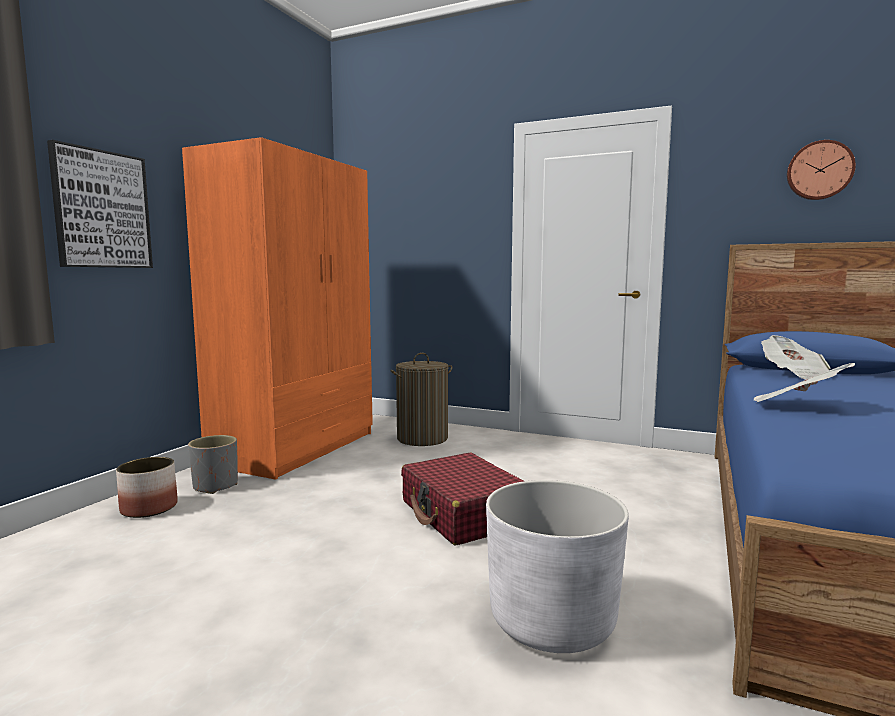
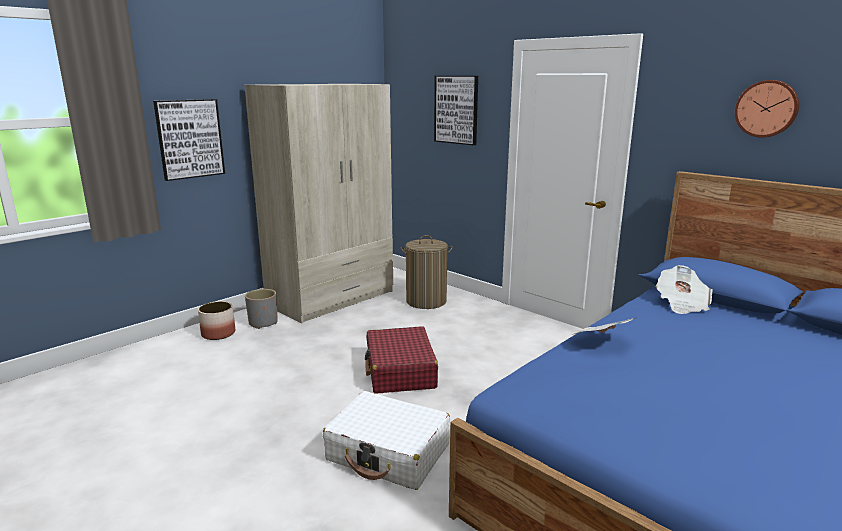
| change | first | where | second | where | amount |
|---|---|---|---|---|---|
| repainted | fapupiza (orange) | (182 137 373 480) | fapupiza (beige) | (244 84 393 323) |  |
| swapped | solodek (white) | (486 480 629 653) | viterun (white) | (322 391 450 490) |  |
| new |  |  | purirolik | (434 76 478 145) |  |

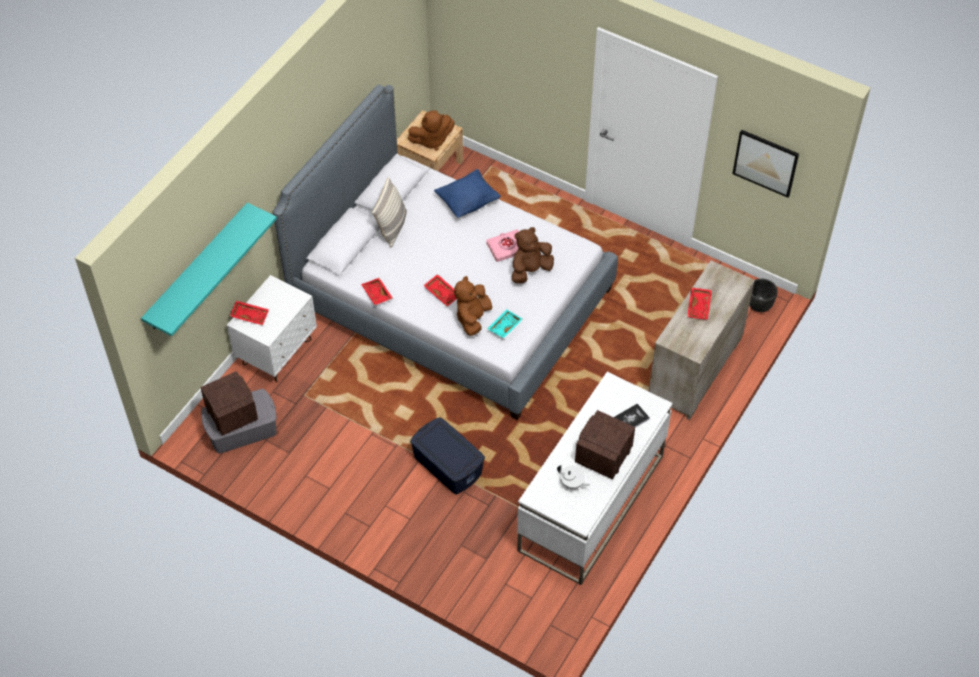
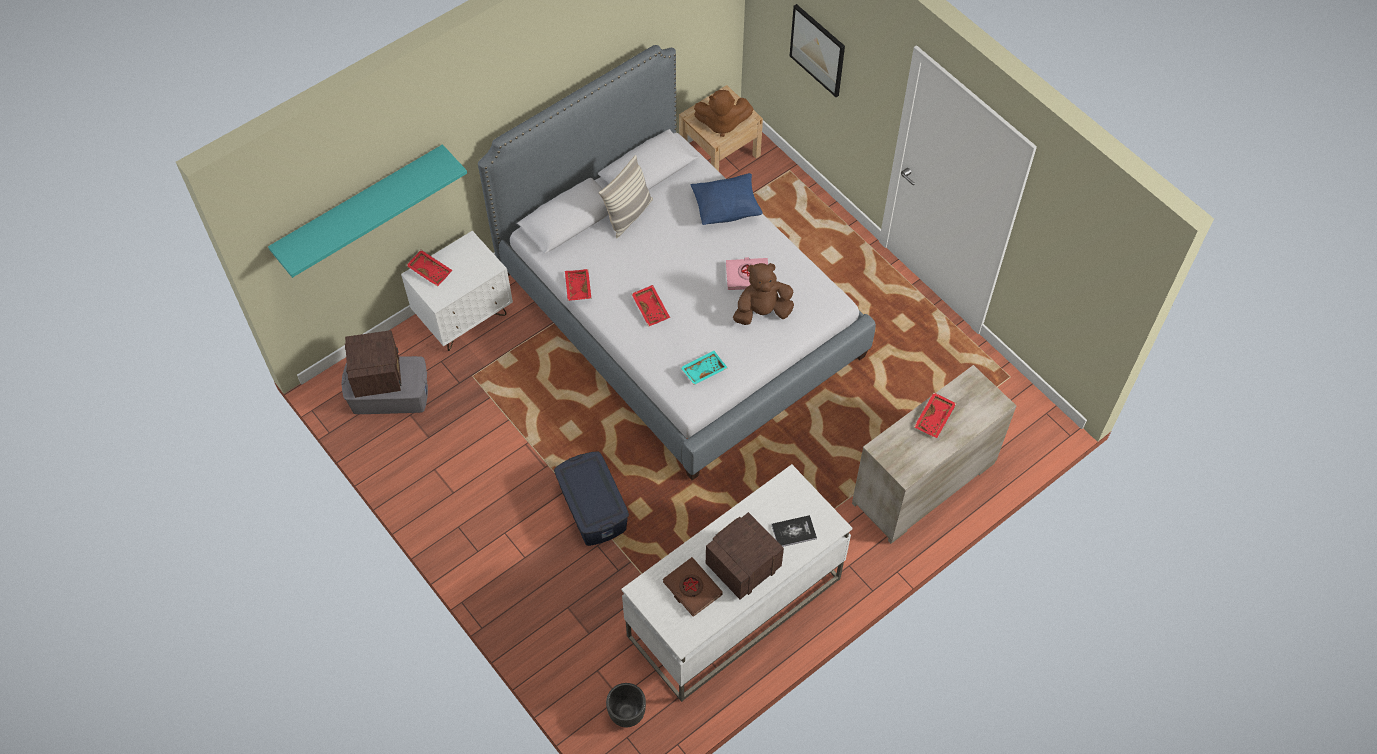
| change | first | where | second | where | amount |
|---|---|---|---|---|---|
| shifted | solodek (black) | (749 279 778 312) |  | (606 683 646 728) |  |
| swapped | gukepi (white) | (557 465 590 489) | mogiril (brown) | (663 557 723 617) |  |
| shifted | purirolik | (732 130 799 198) |  | (790 4 845 97) |  |
| gone | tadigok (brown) | (454 276 492 336) |  |  |  |

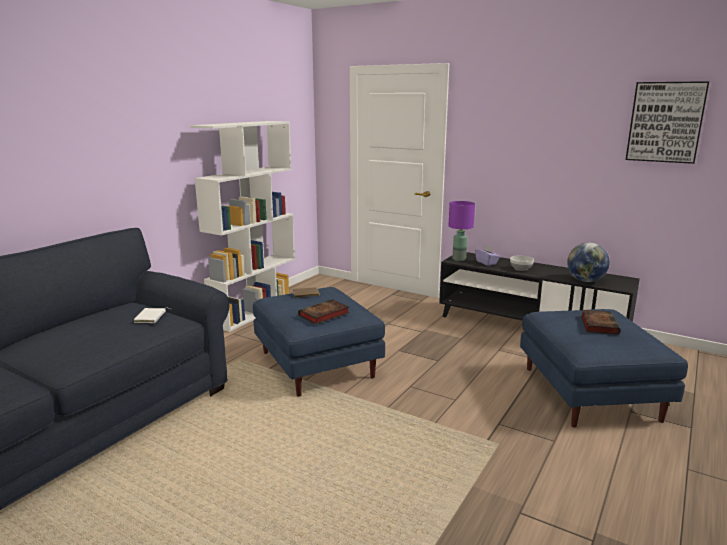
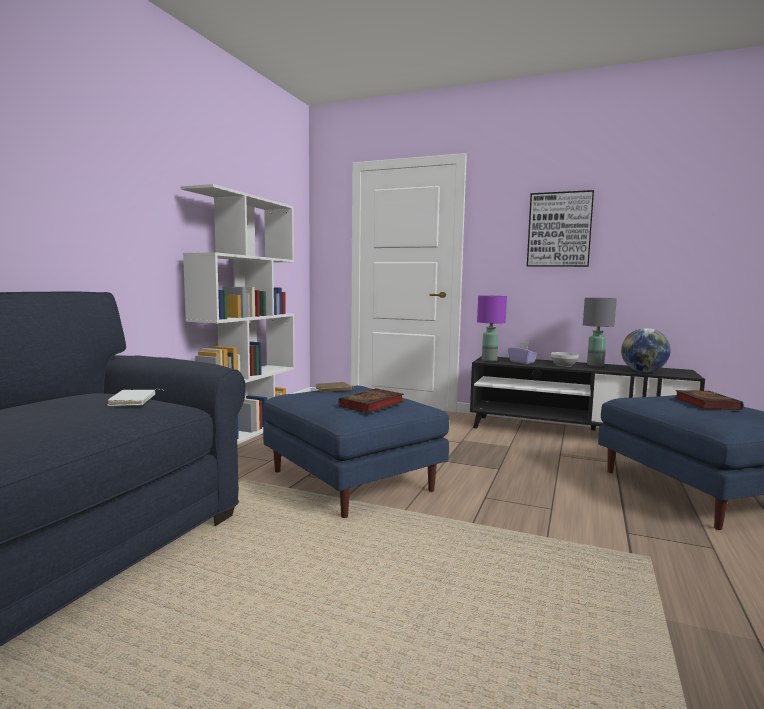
| change | first | where | second | where | amount |
|---|---|---|---|---|---|
| shifted | purirolik | (626 81 709 164) |  | (527 190 594 267) |  |
| new |  |  | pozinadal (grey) | (583 298 617 366) |  |

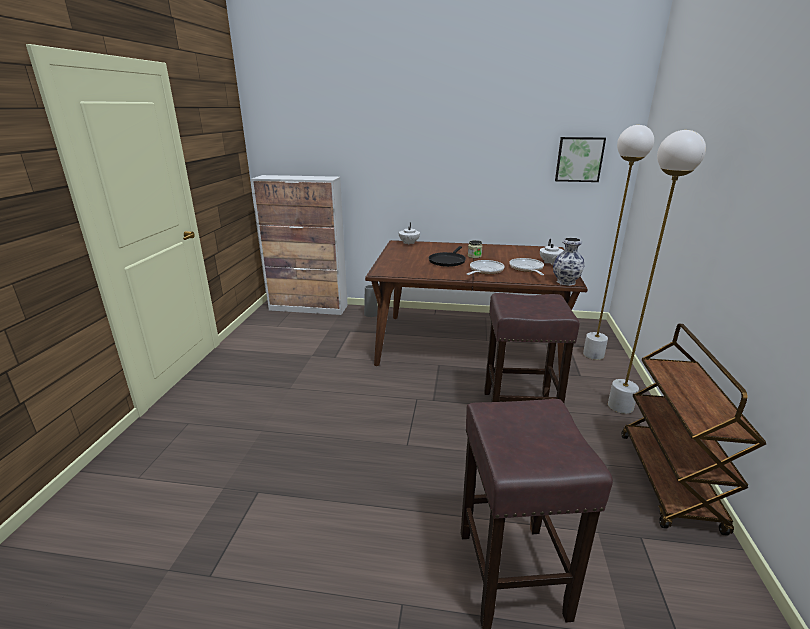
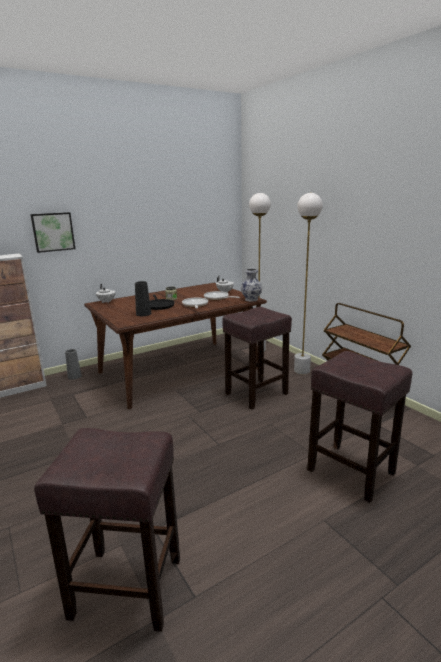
| change | first | where | second | where | amount |
|---|---|---|---|---|---|
| shifted | purirolik | (555 137 606 182) |  | (30 212 75 253) |  |
| new |  |  | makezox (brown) | (34 428 180 632) |  |
| new |  |  | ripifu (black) | (135 281 151 316) |  |

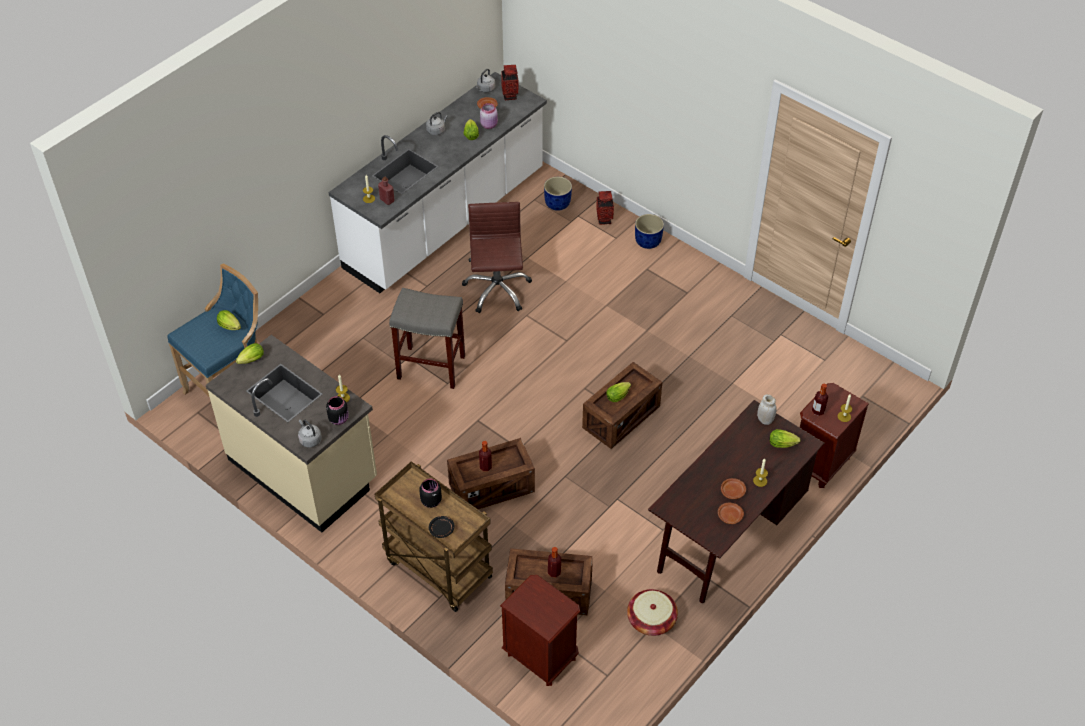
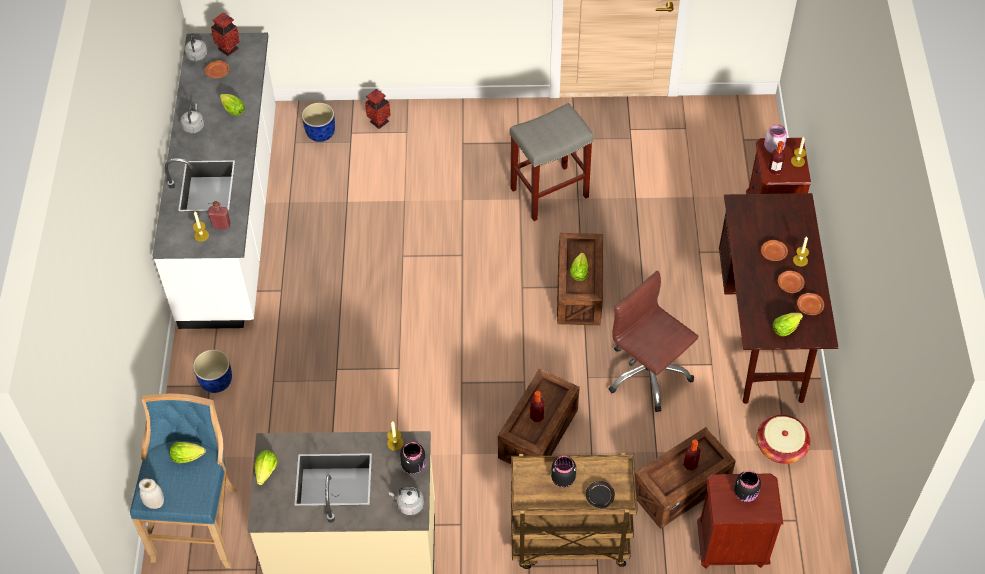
| change | first | where | second | where | amount |
|---|---|---|---|---|---|
| shifted | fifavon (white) | (757 394 777 425) |  | (139 479 164 509) |  |
| shifted | solodek (blue) | (635 214 664 249) |  | (193 349 232 393) |  |
| shifted | makezox (grey) | (389 288 465 389) |  | (509 103 594 221) |  |
| shifted | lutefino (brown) | (462 202 532 313) |  | (609 271 698 412) |  |
| new |  |  | fifavon (black) | (734 471 761 502) |  |
| new |  |  | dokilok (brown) | (761 240 788 261) |  |
| shifted | fifavon (pink) | (480 103 498 129) |  | (764 124 787 153) |  |
| shifted | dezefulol | (770 429 801 448) |  | (773 313 803 336) |  |

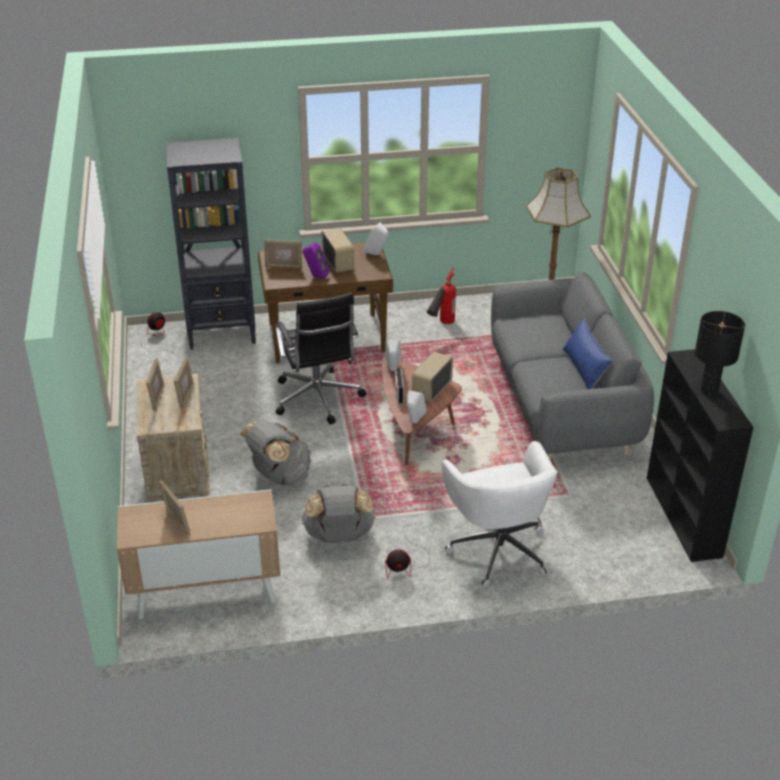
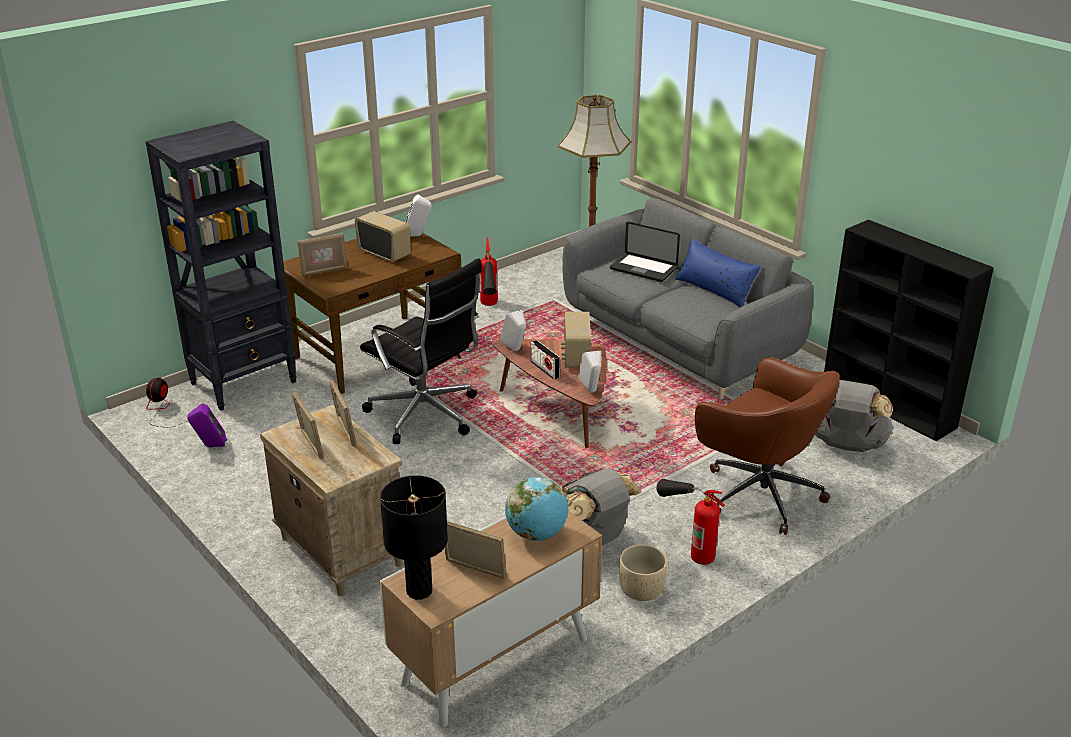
| change | first | where | second | where | amount |
|---|---|---|---|---|---|
| shifted | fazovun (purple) | (303 243 329 279) |  | (187 403 227 447) |  |
| shifted | pozinadal (black) | (695 311 745 396) |  | (380 475 448 600) |  |
| new |  |  | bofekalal | (505 477 568 541) |  |
| new |  |  | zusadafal | (610 222 680 282) |  |
| new |  |  | solodek (beige) | (619 544 667 601) |  |
| swapped | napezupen | (385 534 430 578) | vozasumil | (656 479 725 565) |  |
| repainted | lutefino (white) | (441 441 558 587) | lutefino (brown) | (695 357 840 535) |  |
| shifted | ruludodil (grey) | (240 421 311 485) |  | (815 380 894 452) |  |

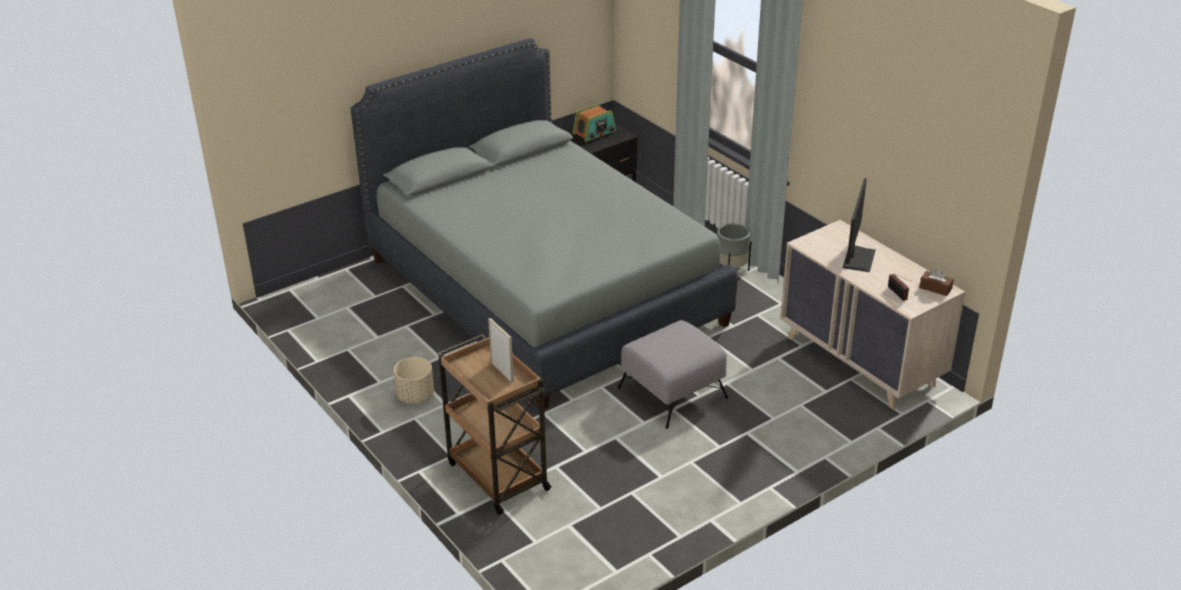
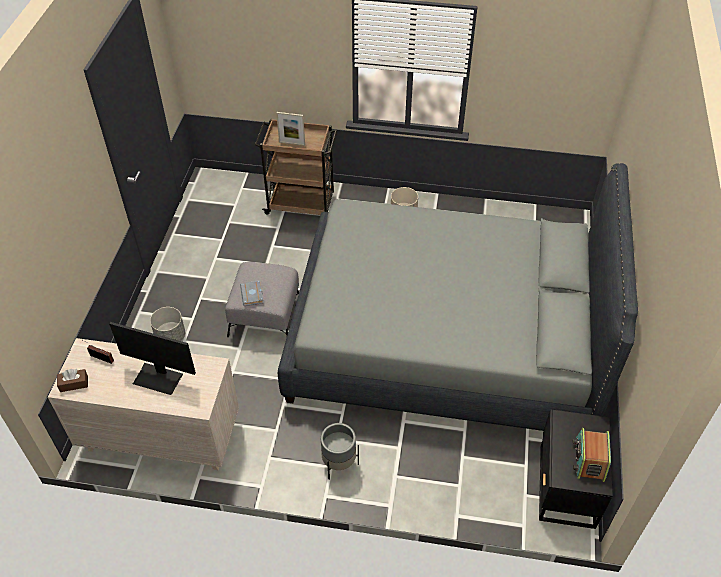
| change | first | where | second | where | amount |
|---|---|---|---|---|---|
| rotated | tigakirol | (843 178 876 272) |  | (109 322 196 395) | 45 degrees counterclockwise |
| new |  |  | solodek (grey) | (150 307 185 341) |  |
| new |  |  | mogiril (grey) | (240 281 264 306) |  |

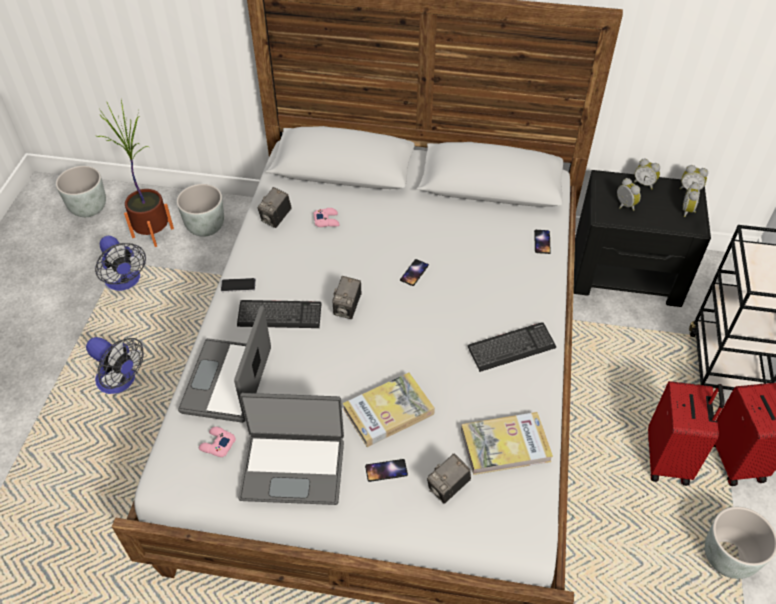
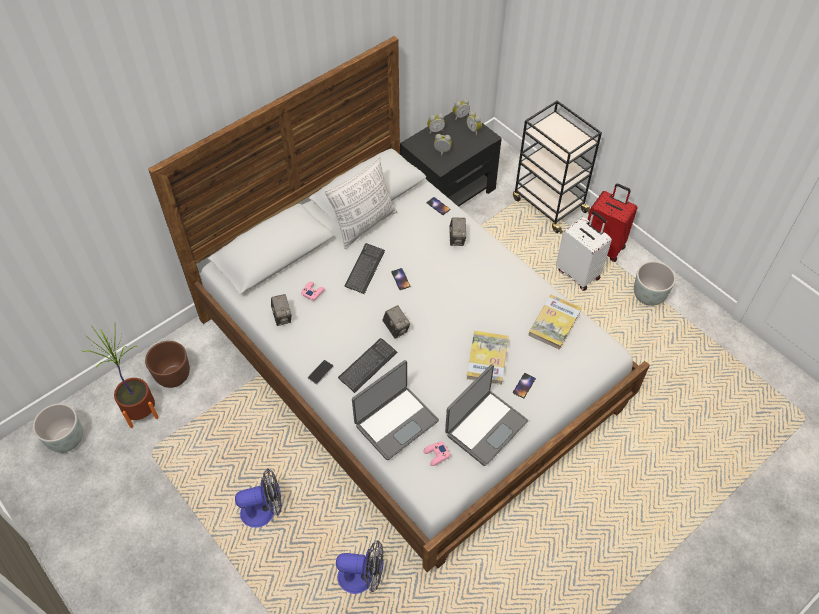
| change | first | where | second | where | amount |
|---|---|---|---|---|---|
| repainted | solodek (grey) | (177 184 224 237) | solodek (brown) | (145 341 190 388) |  |
| new |  |  | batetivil | (325 156 397 249) |  |
| shifted | napezupen | (95 236 146 291) |  | (336 540 384 594) |  |
| shifted | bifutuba | (468 322 556 372) |  | (345 243 385 294) |  |
| rotated | zusadafal | (178 306 271 423) |  | (352 360 439 460) | 90 degrees counterclockwise |
| shifted | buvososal | (427 454 471 504) |  | (449 217 466 246) |  |
| repainted | viterun (red) | (648 381 725 486) | viterun (white) | (556 211 612 291) |  |

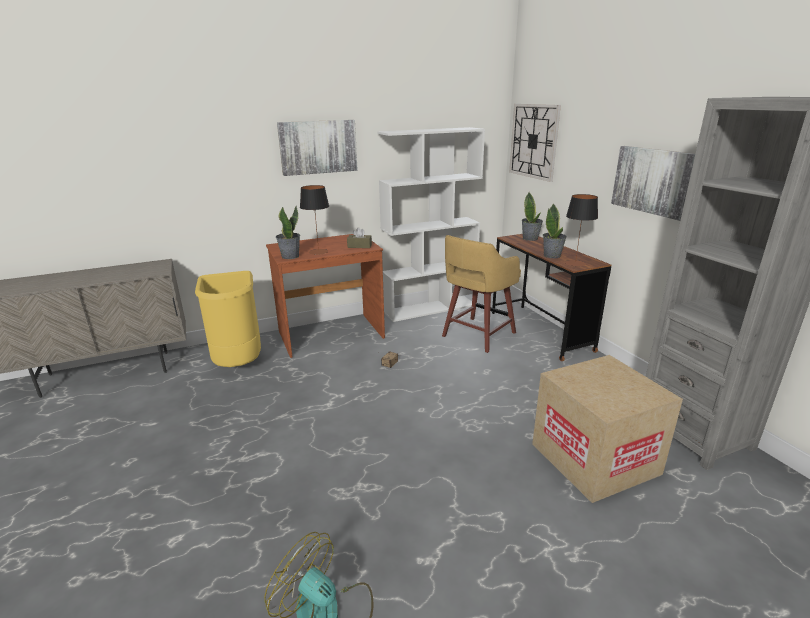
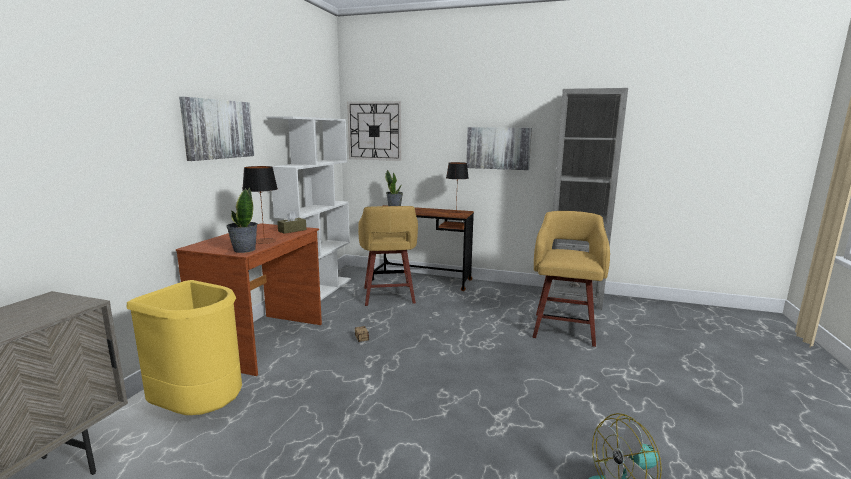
| change | first | where | second | where | amount |
|---|---|---|---|---|---|
| swapped | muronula | (532 355 683 503) | makezox (yellow) | (532 211 610 347) |  |
| gone | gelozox | (543 203 567 258) |  |  |  |

